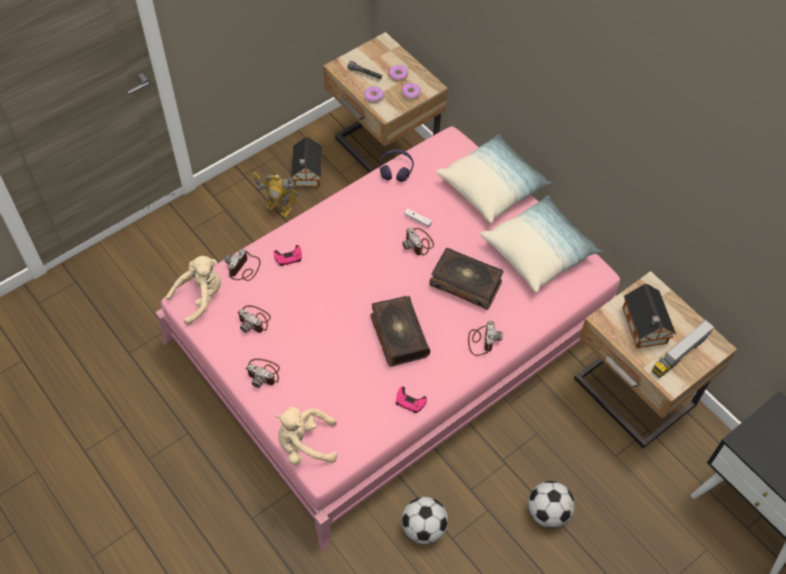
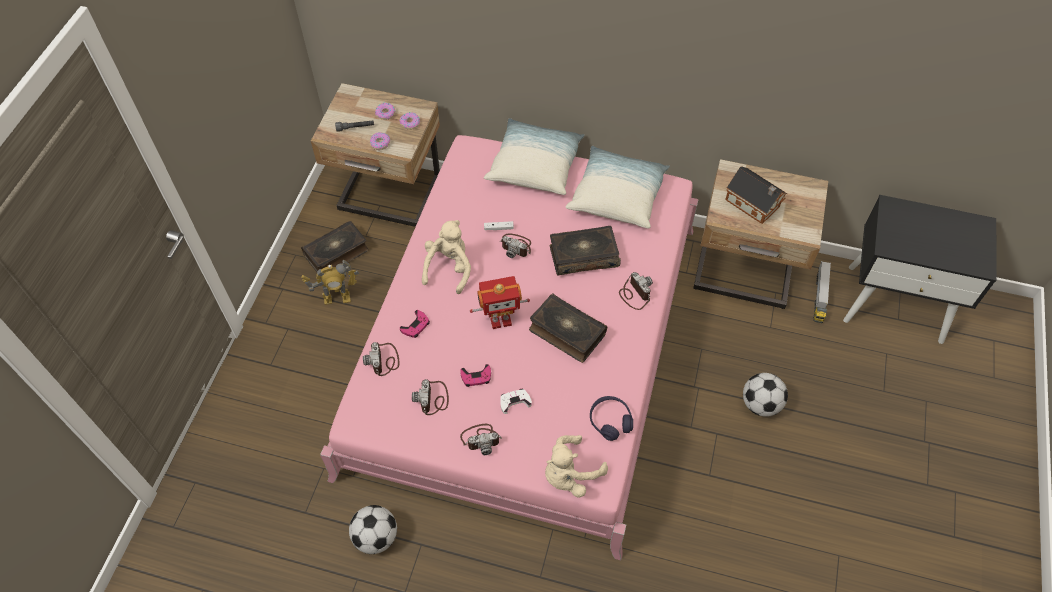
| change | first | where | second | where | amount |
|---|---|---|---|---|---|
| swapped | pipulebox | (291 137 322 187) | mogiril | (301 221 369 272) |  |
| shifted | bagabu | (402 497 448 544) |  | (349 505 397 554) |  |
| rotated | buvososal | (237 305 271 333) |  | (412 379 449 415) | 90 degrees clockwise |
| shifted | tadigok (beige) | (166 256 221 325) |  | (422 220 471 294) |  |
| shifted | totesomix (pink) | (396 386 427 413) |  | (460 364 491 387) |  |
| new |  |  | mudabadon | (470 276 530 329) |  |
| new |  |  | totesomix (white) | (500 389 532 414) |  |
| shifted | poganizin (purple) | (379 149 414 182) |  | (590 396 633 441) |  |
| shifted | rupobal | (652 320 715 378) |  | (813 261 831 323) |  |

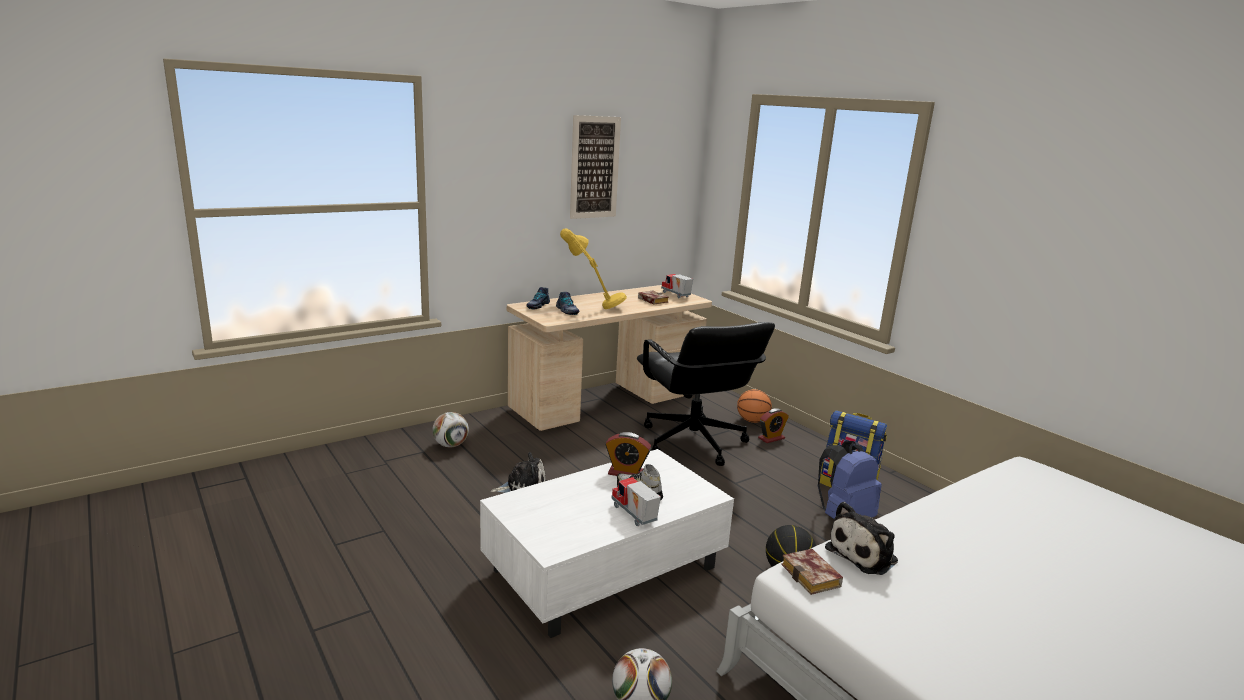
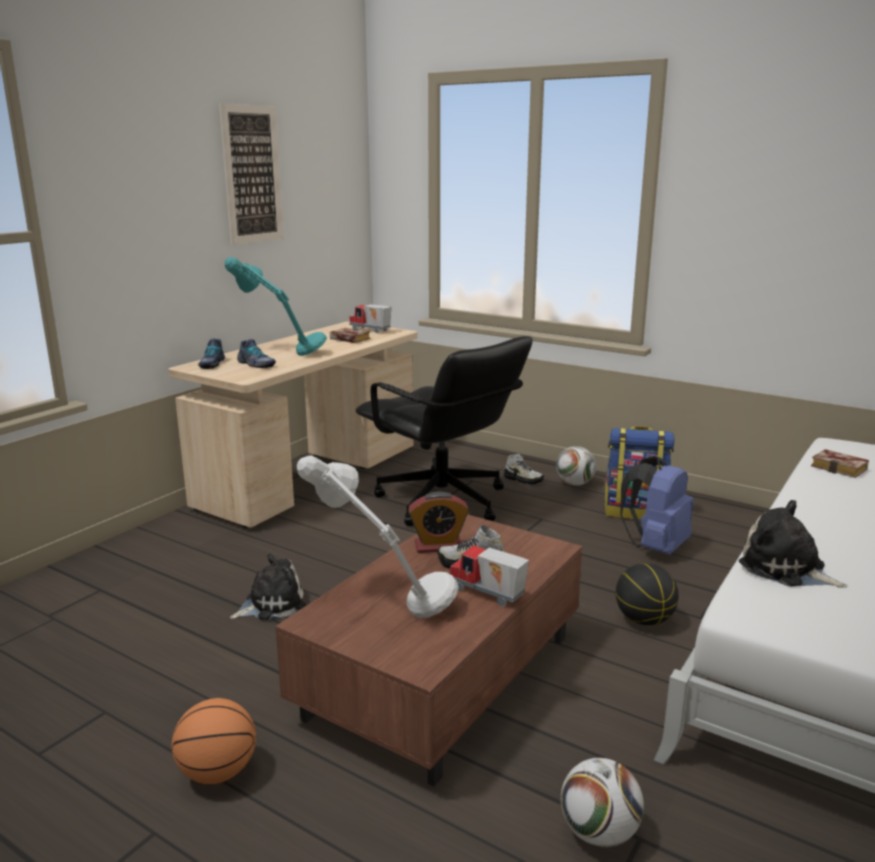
| change | first | where | second | where | amount |
|---|---|---|---|---|---|
| shifted | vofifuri | (737 389 772 423) |  | (172 698 256 785) |  |
| repainted | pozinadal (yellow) | (560 229 627 309) | pozinadal (turquoise) | (224 257 327 356) |  |
| repainted | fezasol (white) | (480 449 734 638) | fezasol (brown) | (275 514 582 787) |  |
| new |  |  | pozinadal (grey) | (297 455 459 618) |  |
| swapped | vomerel | (758 408 789 443) | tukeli | (504 453 544 484) |  |
| shifted | bagabu | (432 412 469 448) |  | (556 446 596 486) |  |
| rotated | tadigok | (825 502 898 575) |  | (739 500 848 588) | 105 degrees clockwise |
| shifted | mogiril | (781 549 843 595) |  | (811 449 869 478) |  |

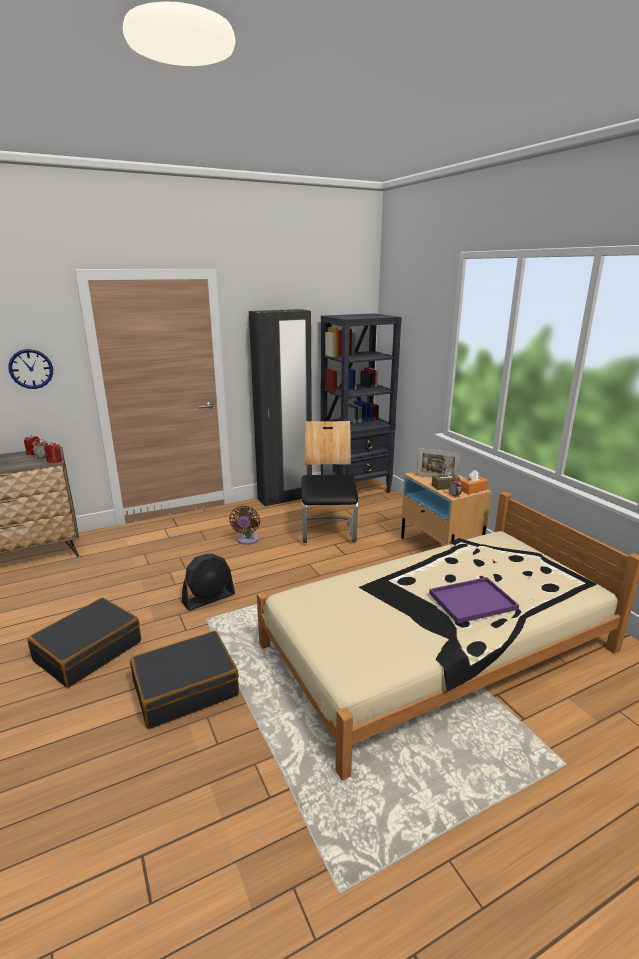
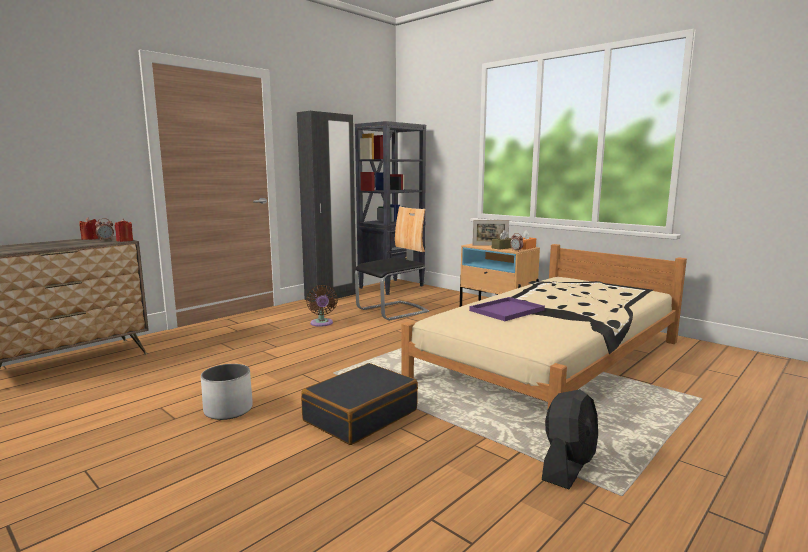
| change | first | where | second | where | amount |
|---|---|---|---|---|---|
| swapped | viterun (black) | (27 598 141 688) | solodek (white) | (201 364 253 420) |  |
| rotated | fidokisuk | (301 421 358 543) |  | (355 206 429 320) | 75 degrees clockwise |
| shifted | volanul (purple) | (429 577 519 624) |  | (469 297 545 321) |  |
| shifted | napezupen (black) | (182 554 235 611) |  | (542 389 598 489) |  |
| gone | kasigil | (8 349 53 389) |  |  |  |

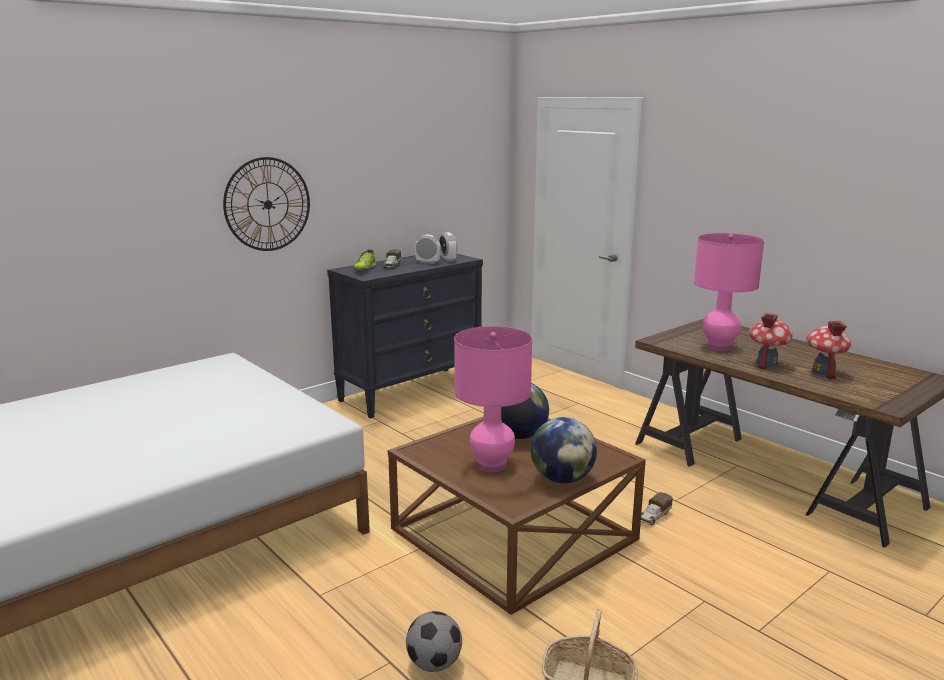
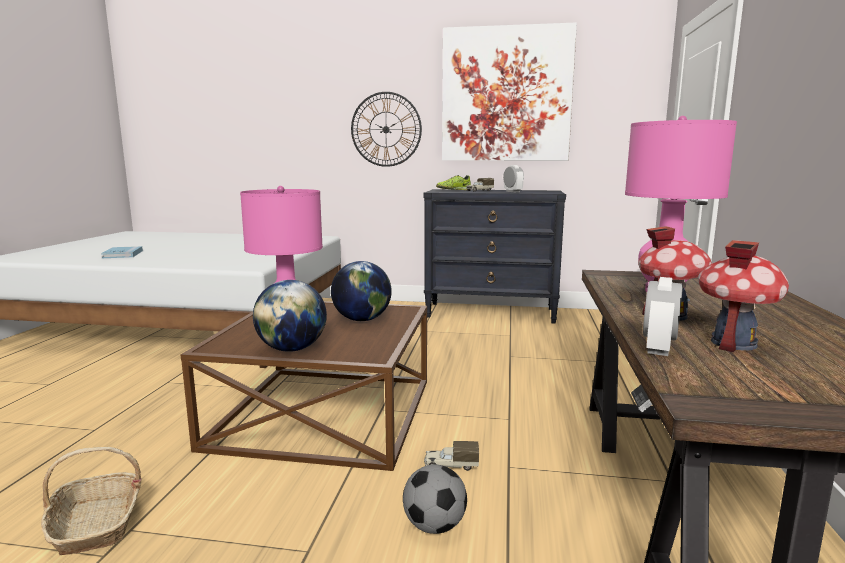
| change | first | where | second | where | amount |
|---|---|---|---|---|---|
| new |  |  | mogiril (blue) | (101 246 143 258) |  |
| shifted | bagabu | (406 611 462 672) |  | (403 464 467 534) |  |
| new |  |  | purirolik | (442 23 577 161) |  |
| shifted | vomerel | (439 232 457 262) |  | (643 277 683 356) |  |

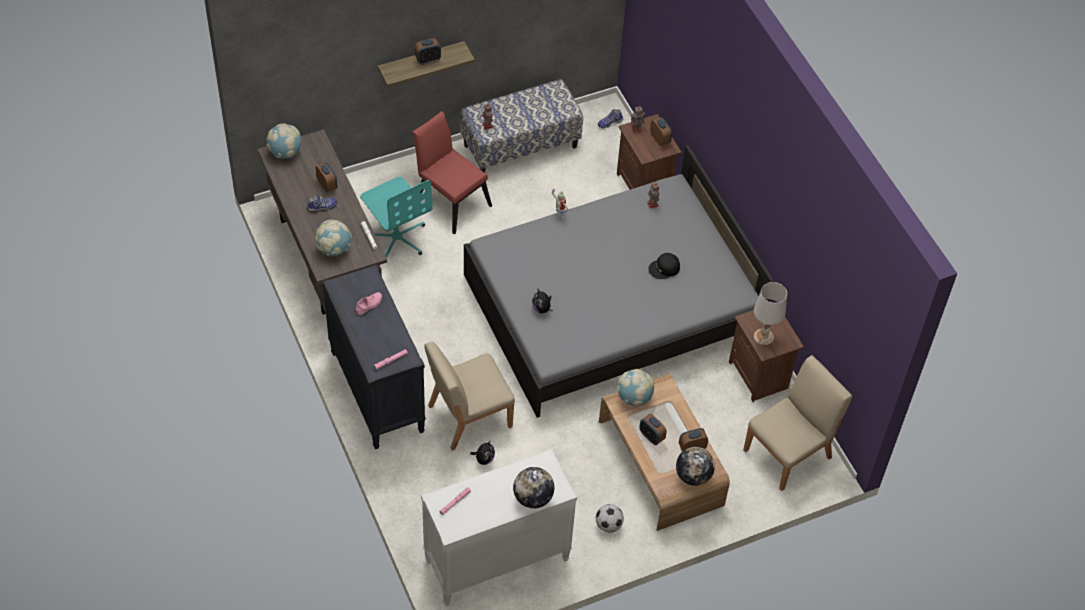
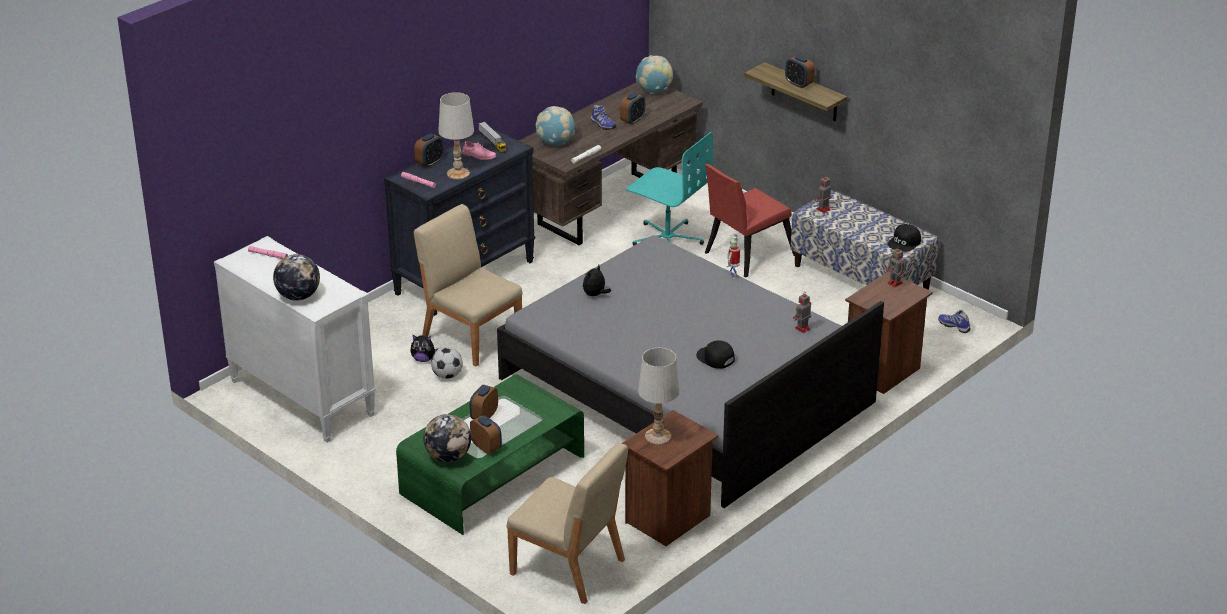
| change | first | where | second | where | amount |
|---|---|---|---|---|---|
| repainted | fezasol (brown) | (599 374 730 531) | fezasol (green) | (396 374 584 535) |  |
| shifted | vomerel | (650 117 672 146) |  | (414 133 444 168) |  |
| shifted | bagabu | (596 504 624 533) |  | (431 347 463 379) |  |
| new |  |  | pozinadal (white) | (438 92 474 180) |  |
| new |  |  | rupobal | (478 122 507 153) |  |
| rotated | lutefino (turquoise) | (360 177 433 258) |  | (626 132 713 246) | 90 degrees counterclockwise |
| rotated | fidokisuk (red) | (413 111 492 234) |  | (705 164 795 278) | 150 degrees counterclockwise |
| new |  |  | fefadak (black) | (888 224 921 252) |  |
| gone | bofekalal | (617 369 654 406) |  |  |  |

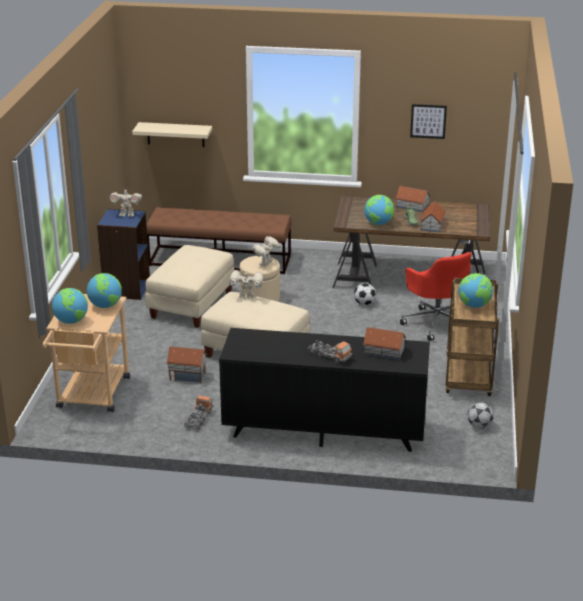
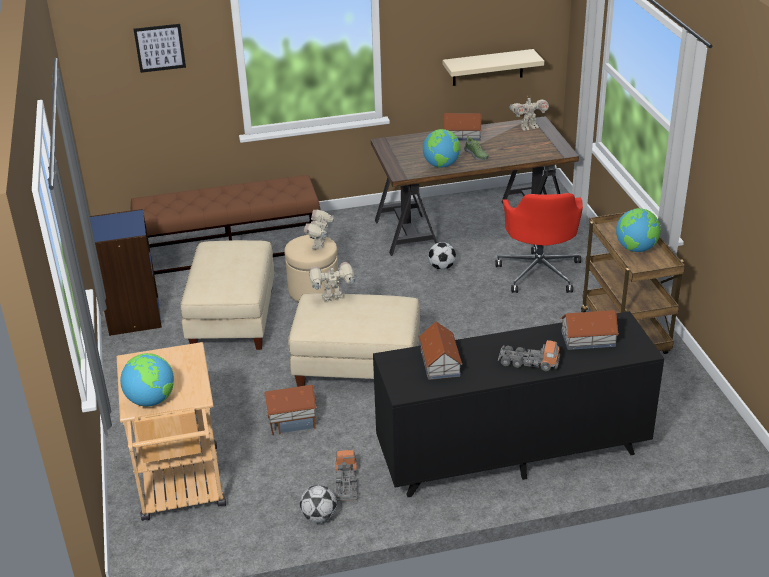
| change | first | where | second | where | amount |
|---|---|---|---|---|---|
| shifted | purirolik | (410 104 447 139) |  | (134 24 186 73) |  |
| shifted | bagabu | (467 402 494 429) |  | (300 485 337 523) |  |
| shifted | pipulebox | (420 201 445 232) |  | (419 322 463 380) |  |
| shifted | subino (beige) | (132 122 212 147) |  | (443 49 544 86) |  |
| rotated | lutefino (red) | (400 252 472 341) |  | (495 193 583 293) | 45 degrees clockwise |
| shifted | mudabadon | (110 190 142 217) |  | (510 95 549 131) |  |
| gone | bofekalal | (87 273 122 308) |  |  |  |

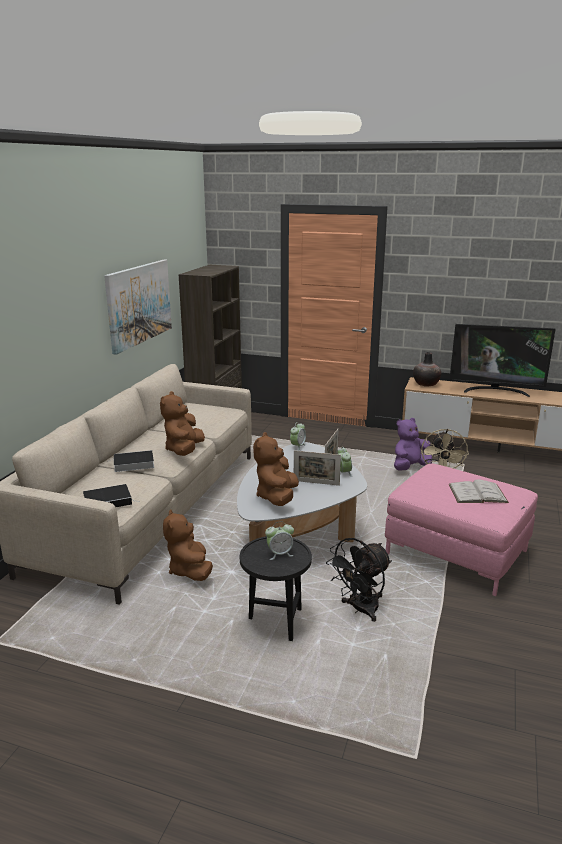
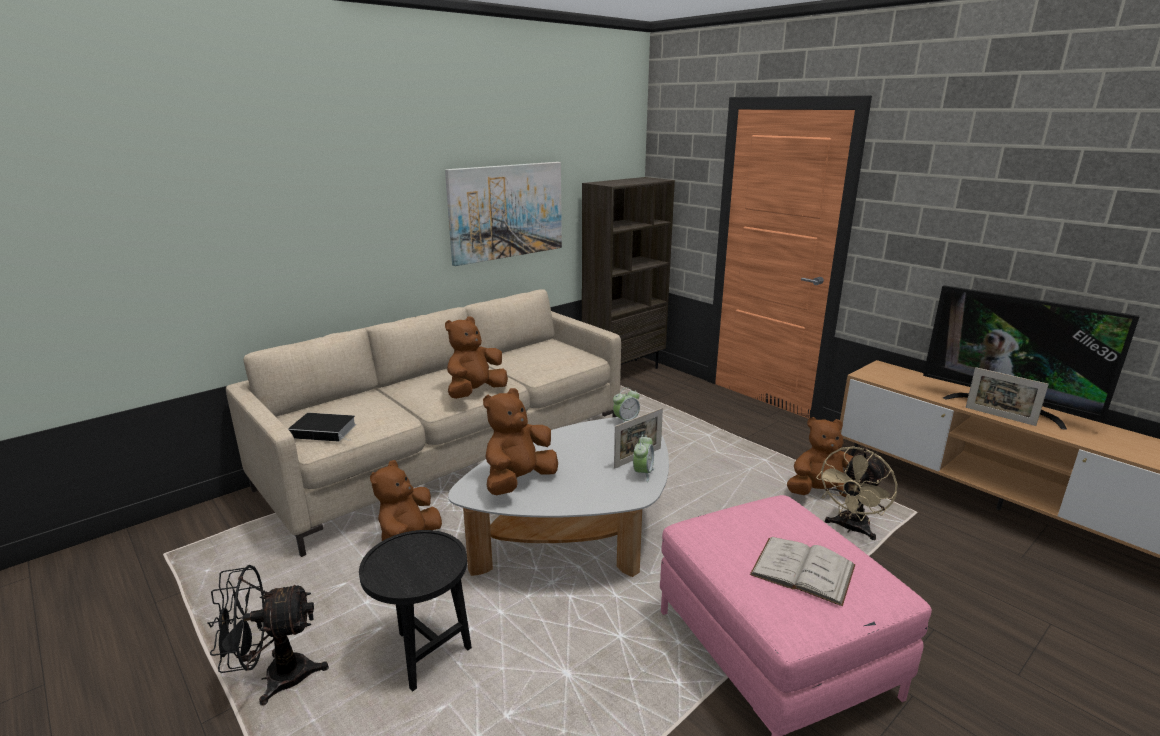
| change | first | where | second | where | amount |
|---|---|---|---|---|---|
| shifted | napezupen (black) | (326 538 392 622) |  | (207 565 329 706) |  |
| repainted | tadigok (purple) | (394 418 432 471) | tadigok (brown) | (787 417 853 497) |  |
| shifted | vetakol | (294 450 341 486) |  | (966 367 1049 426) |  |
| gone | mogiril | (107 450 154 472) |  |  |  |
| gone | vomerel | (265 521 294 560) |  |  |  |
| gone | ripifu | (413 352 441 387) |  |  |  |

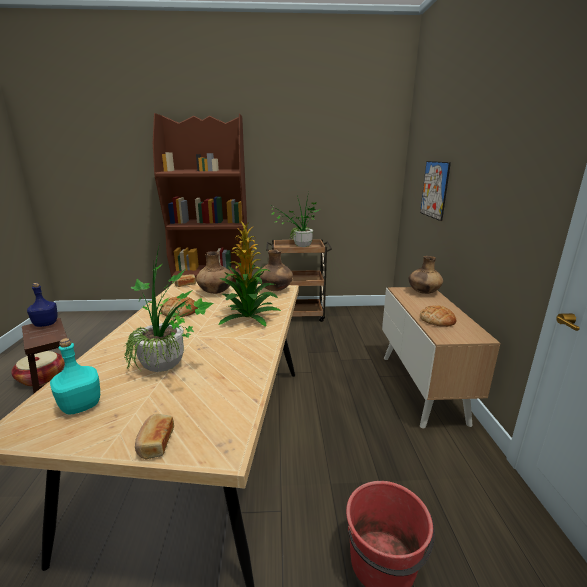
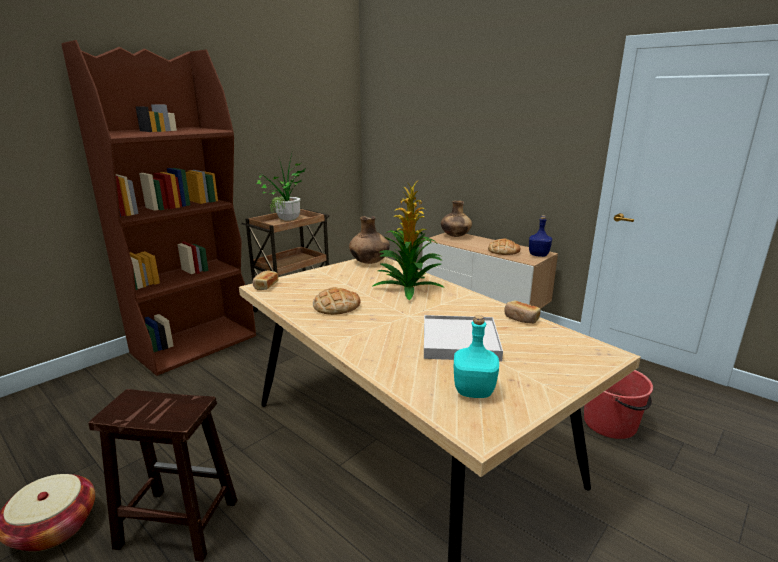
| change | first | where | second | where | amount |
|---|---|---|---|---|---|
| swapped | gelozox | (124 242 214 372) | volanul (white) | (424 315 503 362) |  |
| shifted | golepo | (135 414 174 459) |  | (504 301 541 324) |  |
| shifted | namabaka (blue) | (27 283 58 327) |  | (529 215 552 257) |  |
| gone | ripifu (brown) | (196 251 233 294) |  |  |  |
| gone | purirolik | (420 161 451 221) |  |  |  |

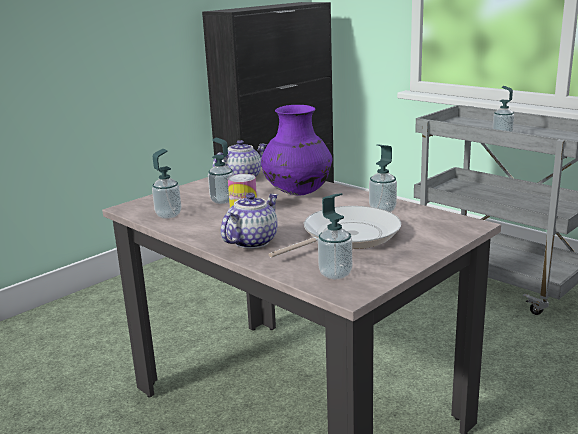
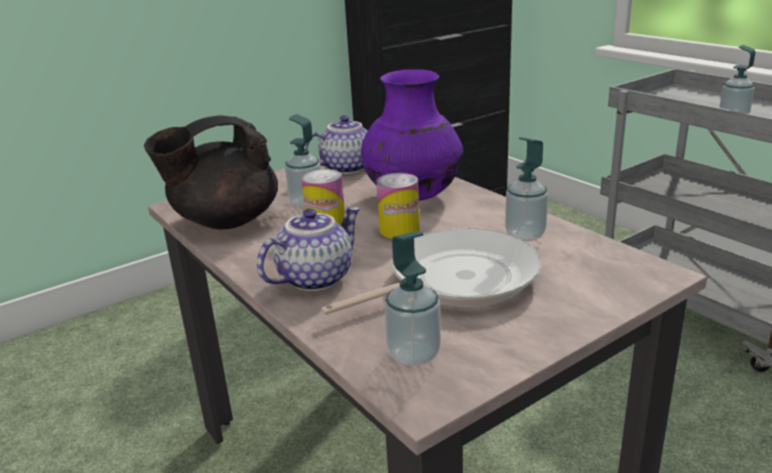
| change | first | where | second | where | amount |
|---|---|---|---|---|---|
| swapped | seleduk | (152 149 181 219) | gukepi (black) | (144 115 278 229) |  |
| new |  |  | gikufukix | (377 173 420 239) |  |

